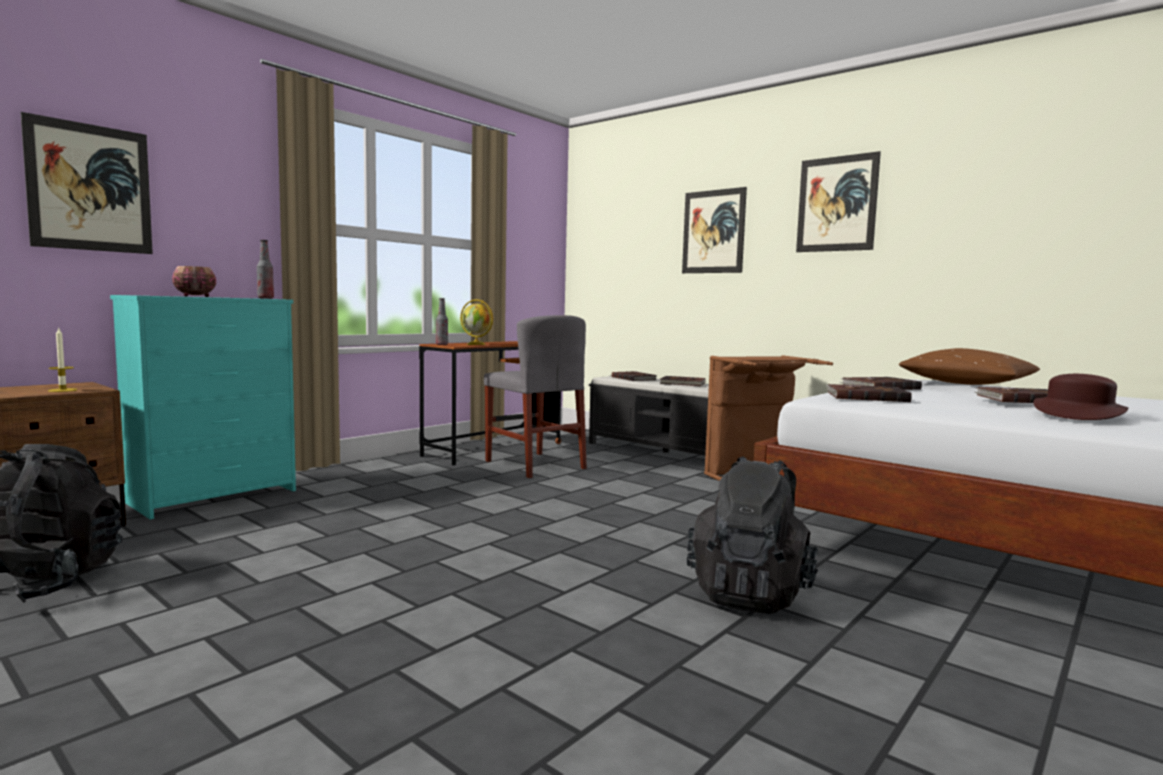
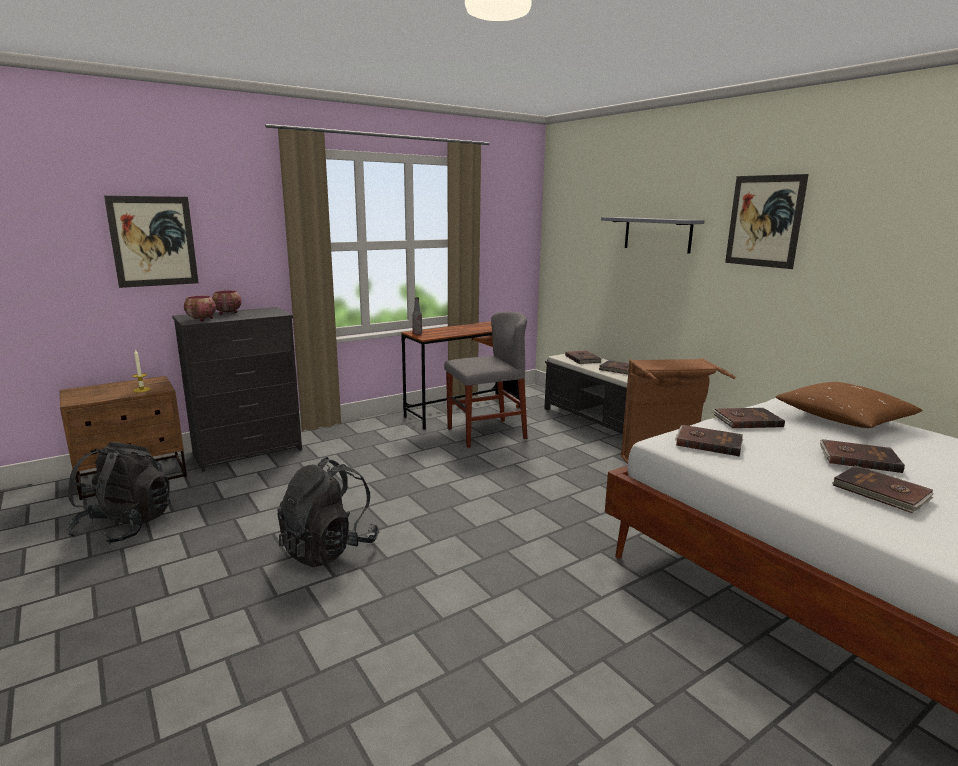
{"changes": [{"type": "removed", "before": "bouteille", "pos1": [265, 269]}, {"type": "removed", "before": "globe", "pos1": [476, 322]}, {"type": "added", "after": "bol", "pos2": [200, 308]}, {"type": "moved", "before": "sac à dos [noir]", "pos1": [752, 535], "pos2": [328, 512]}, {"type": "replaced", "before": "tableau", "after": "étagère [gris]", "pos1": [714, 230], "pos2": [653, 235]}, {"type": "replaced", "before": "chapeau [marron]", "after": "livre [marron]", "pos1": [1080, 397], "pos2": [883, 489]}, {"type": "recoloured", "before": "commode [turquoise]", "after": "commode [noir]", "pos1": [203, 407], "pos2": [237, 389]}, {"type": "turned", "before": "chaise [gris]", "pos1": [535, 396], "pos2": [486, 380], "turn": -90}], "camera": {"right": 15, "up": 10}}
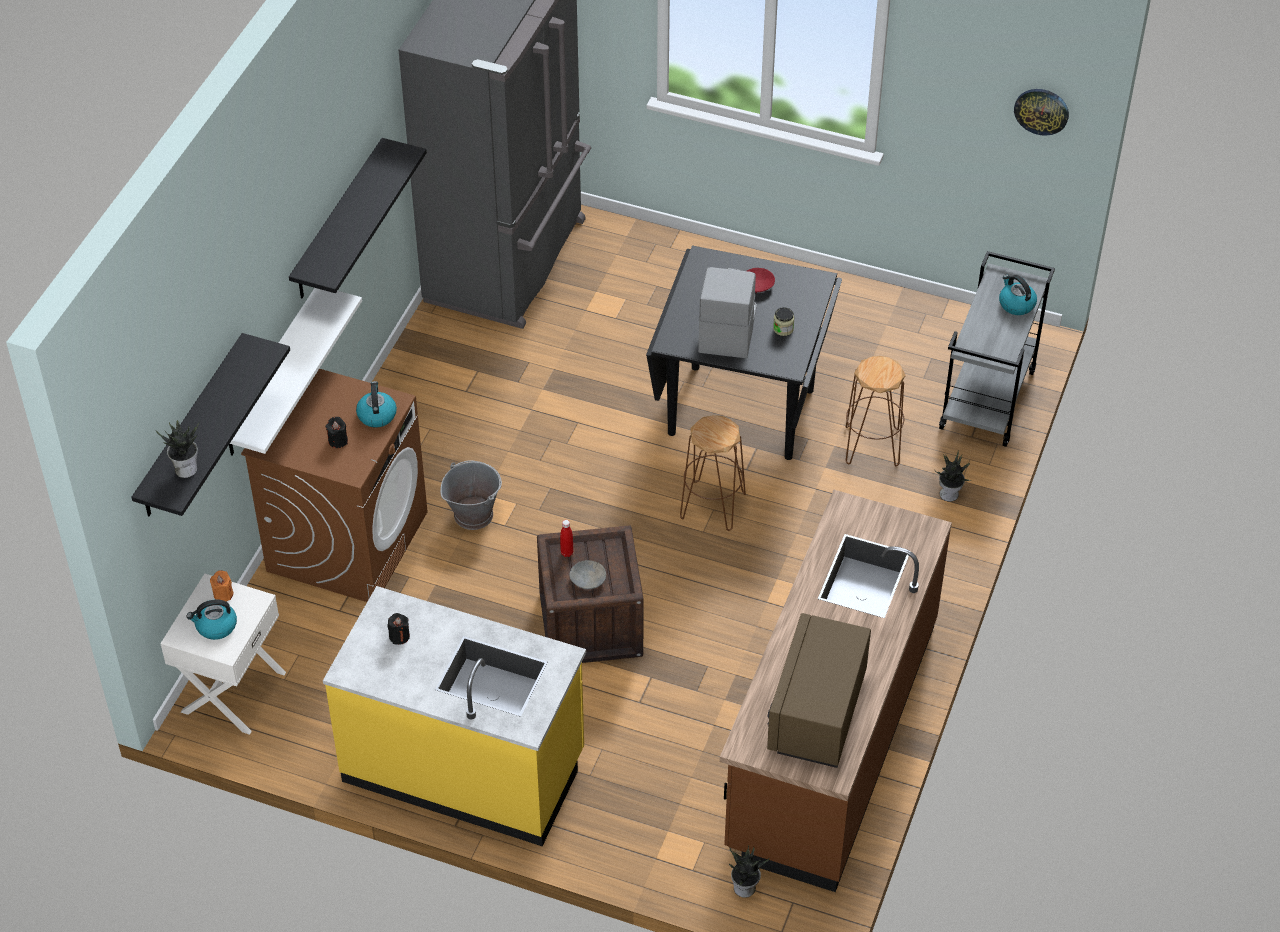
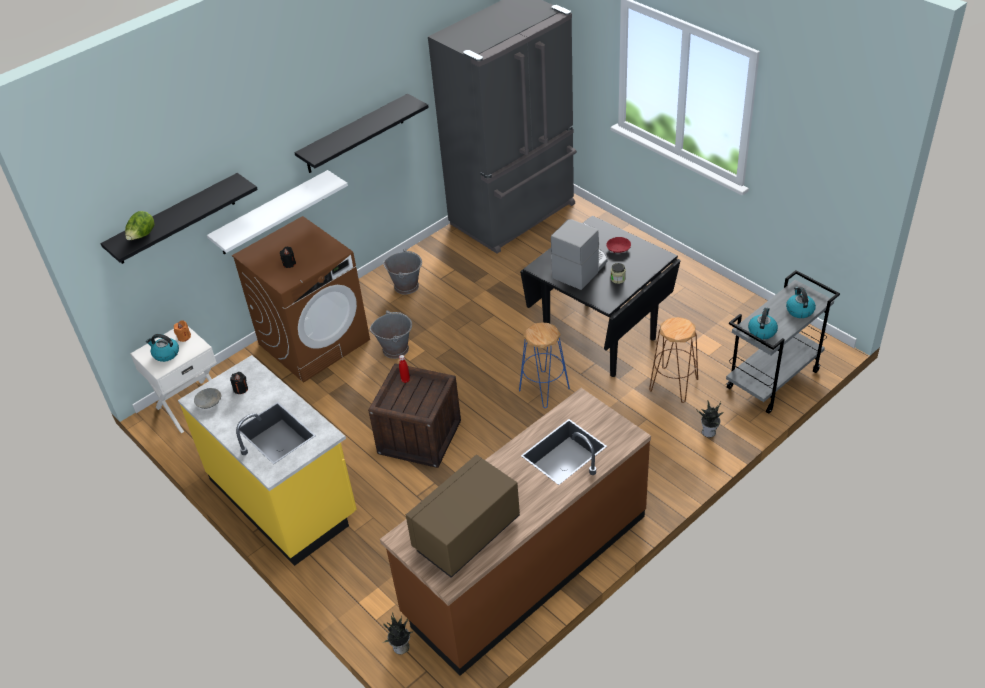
{"changes": [{"type": "removed", "before": "horloge murale", "pos1": [1041, 112]}, {"type": "added", "after": "seau [gris]", "pos2": [402, 272]}, {"type": "moved", "before": "bouilloire", "pos1": [376, 404], "pos2": [763, 323]}, {"type": "moved", "before": "bol [gris]", "pos1": [587, 574], "pos2": [207, 398]}, {"type": "replaced", "before": "plante en pot", "after": "laitue", "pos1": [177, 449], "pos2": [140, 225]}, {"type": "recoloured", "before": "tabouret [marron]", "after": "tabouret [bleu]", "pos1": [713, 473], "pos2": [544, 365]}], "camera": {"right": 30, "up": -5}}
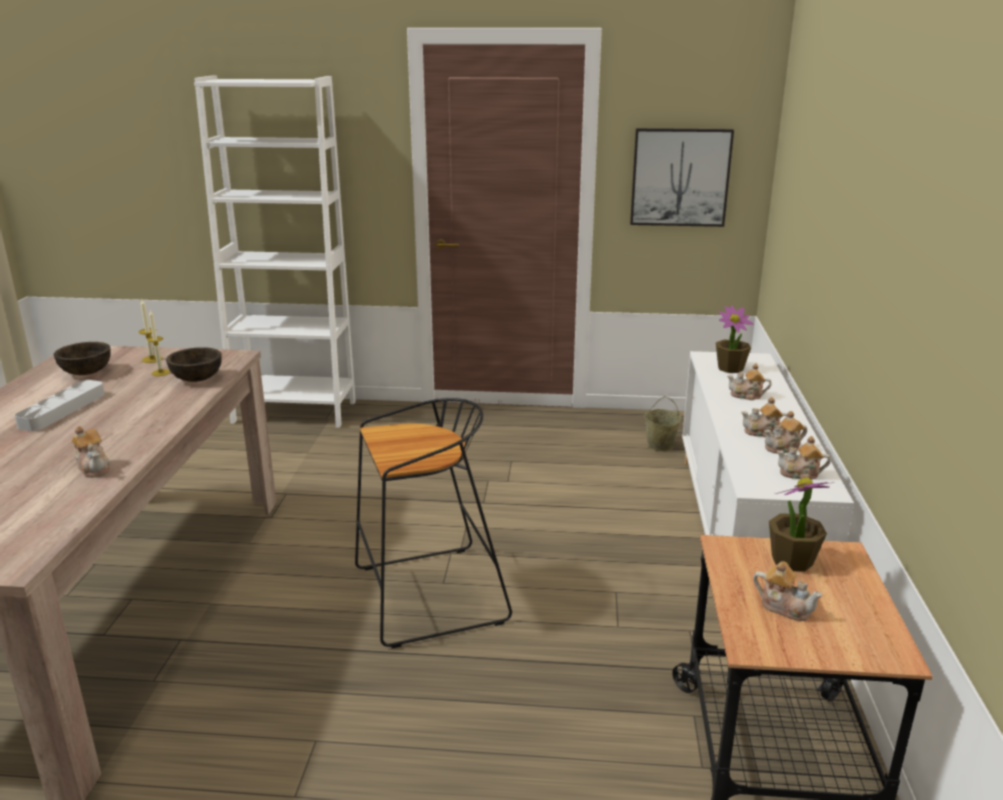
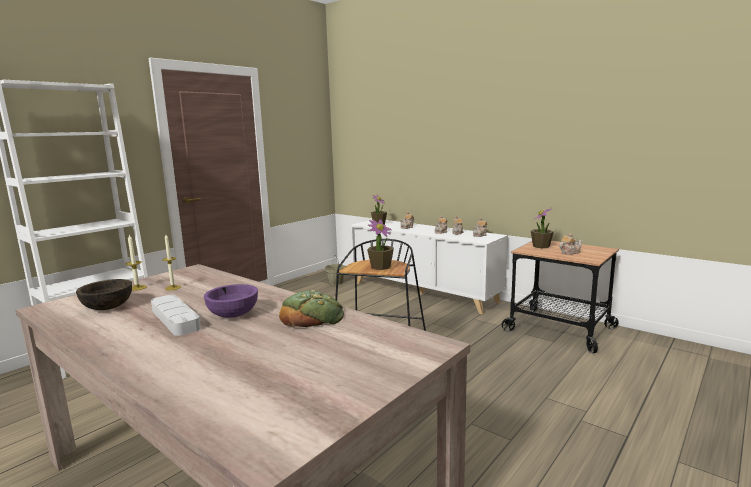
{"changes": [{"type": "removed", "before": "bol [marron]", "pos1": [194, 364]}, {"type": "removed", "before": "tableau", "pos1": [682, 177]}, {"type": "added", "after": "bol [violet]", "pos2": [231, 301]}, {"type": "added", "after": "plante en pot", "pos2": [380, 244]}, {"type": "replaced", "before": "théière", "after": "pain", "pos1": [91, 452], "pos2": [311, 308]}], "camera": {"right": -55, "up": -10}}
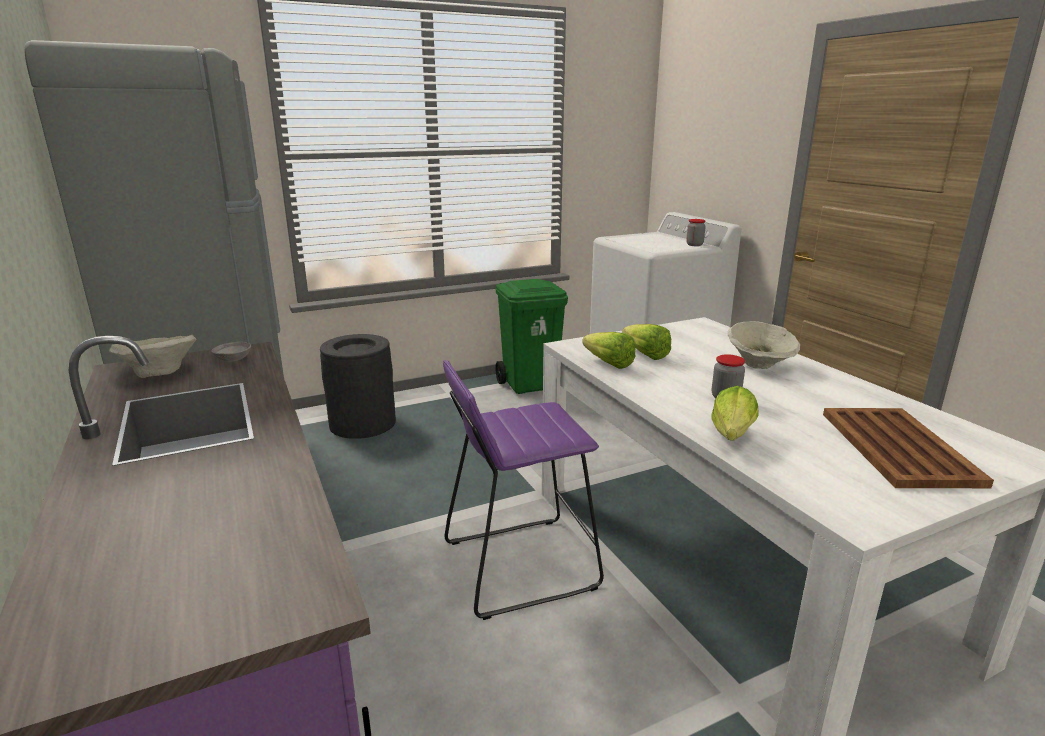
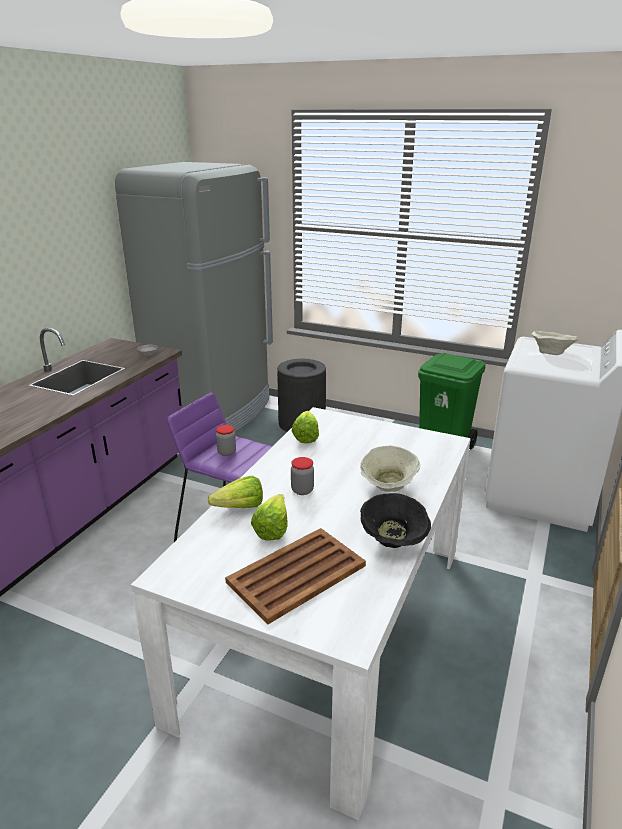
{"changes": [{"type": "added", "after": "bol [noir]", "pos2": [395, 520]}, {"type": "moved", "before": "bol [beige]", "pos1": [152, 356], "pos2": [554, 343]}, {"type": "moved", "before": "laitue", "pos1": [646, 342], "pos2": [269, 517]}, {"type": "moved", "before": "bocal", "pos1": [696, 232], "pos2": [226, 440]}], "camera": {"right": 50, "up": 5}}
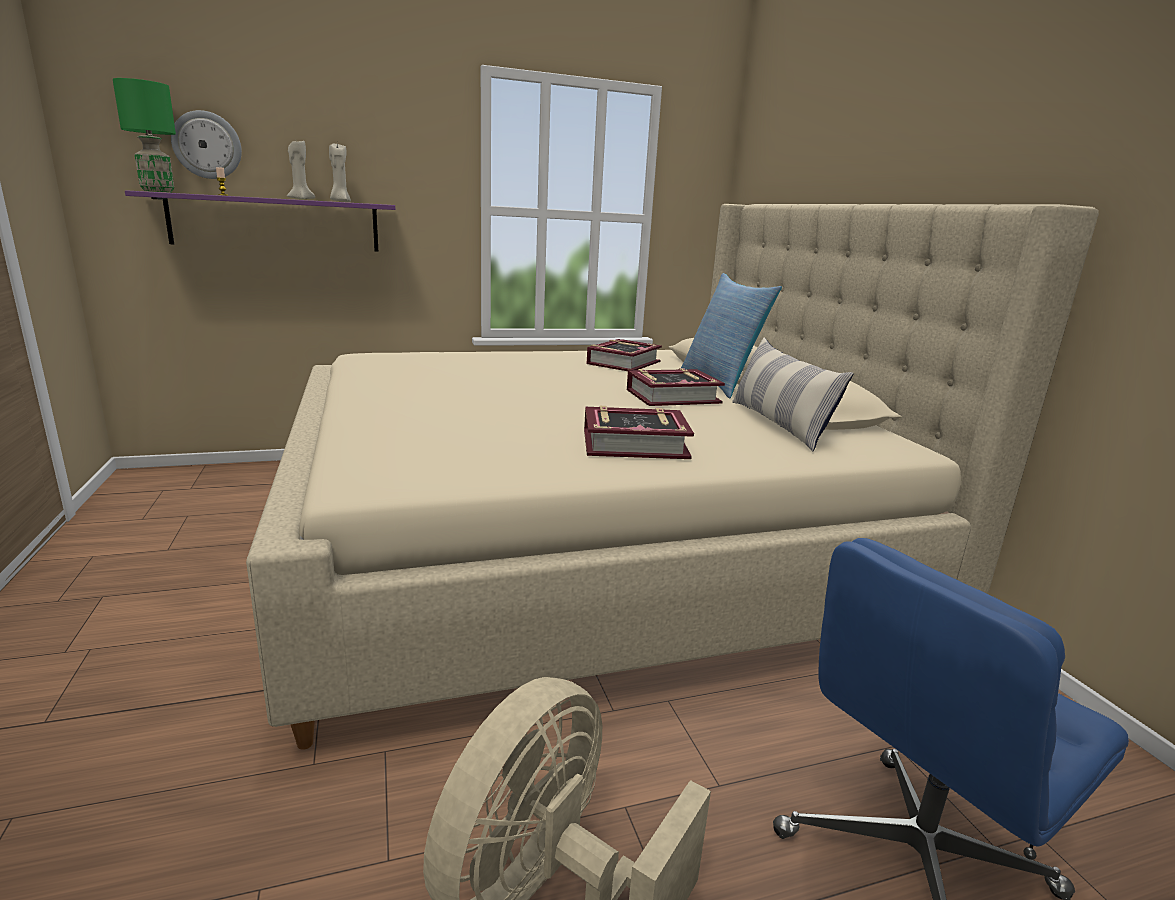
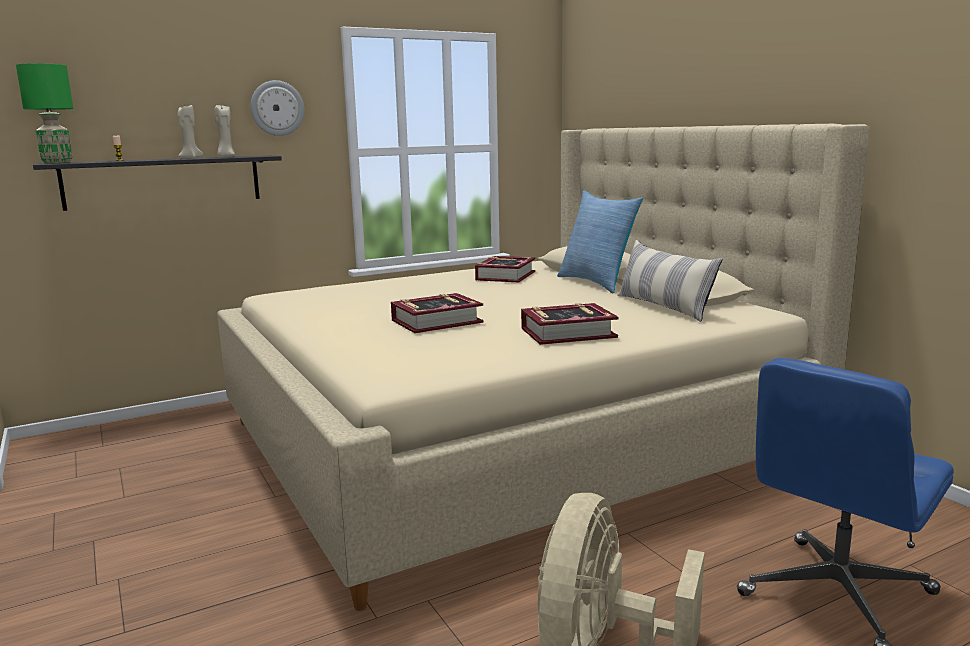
{"changes": [{"type": "moved", "before": "horloge murale", "pos1": [206, 144], "pos2": [277, 108]}, {"type": "moved", "before": "livre", "pos1": [676, 387], "pos2": [437, 313]}, {"type": "recoloured", "before": "étagère [violet]", "after": "étagère [noir]", "pos1": [260, 220], "pos2": [157, 183]}], "camera": {"right": -10, "up": -5}}
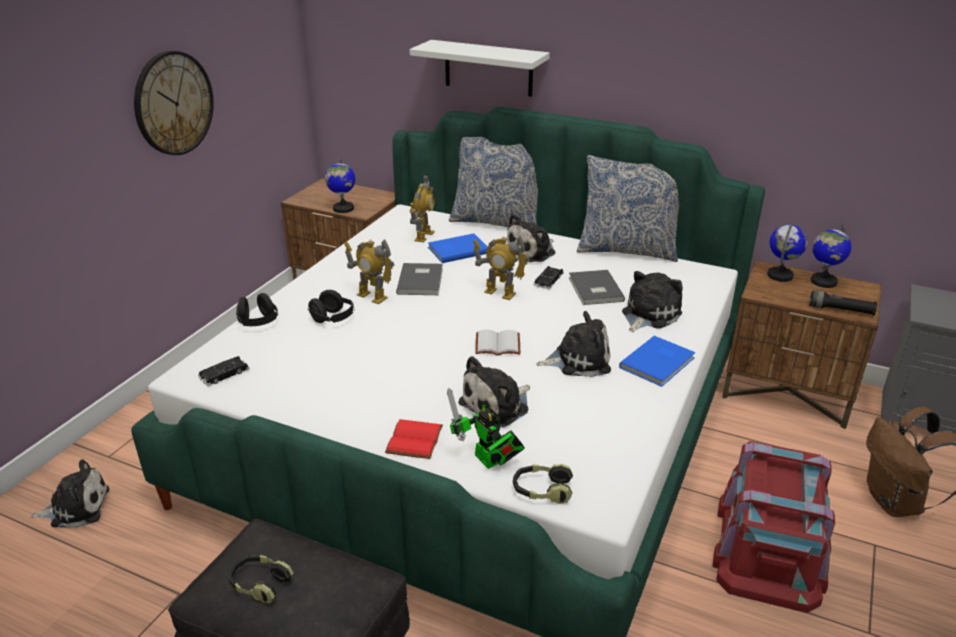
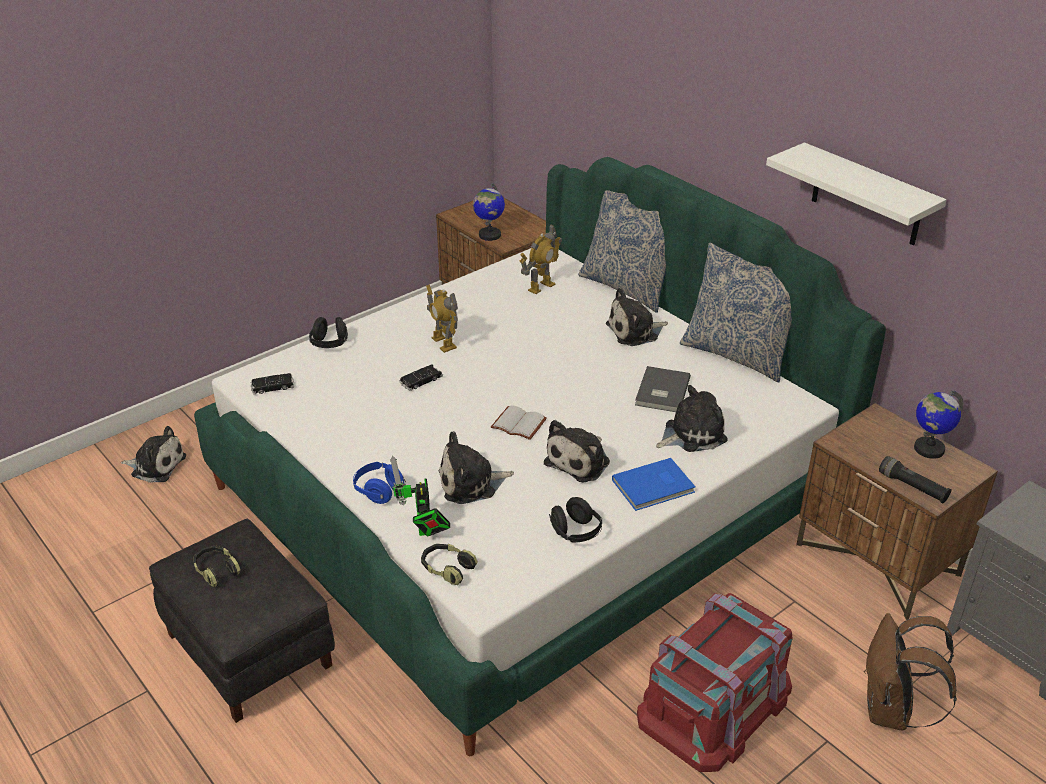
{"changes": [{"type": "removed", "before": "horloge murale", "pos1": [174, 103]}, {"type": "removed", "before": "livre [gris]", "pos1": [419, 279]}, {"type": "removed", "before": "livre [bleu]", "pos1": [458, 248]}, {"type": "removed", "before": "robot jouet", "pos1": [501, 268]}, {"type": "removed", "before": "globe", "pos1": [787, 253]}, {"type": "moved", "before": "casque audio [noir]", "pos1": [330, 306], "pos2": [575, 519]}, {"type": "moved", "before": "étagère [blanc]", "pos1": [480, 68], "pos2": [856, 194]}, {"type": "moved", "before": "petite voiture [noir]", "pos1": [548, 277], "pos2": [421, 377]}, {"type": "replaced", "before": "livre [rouge]", "after": "casque audio [bleu]", "pos1": [414, 439], "pos2": [379, 483]}, {"type": "turned", "before": "peluche", "pos1": [573, 344], "pos2": [577, 451], "turn": 105}], "camera": {"right": 25, "up": 5}}
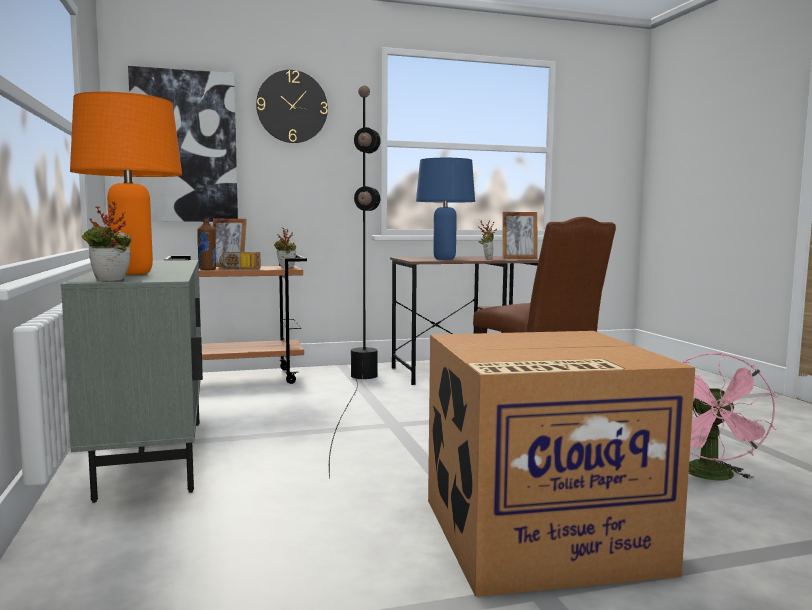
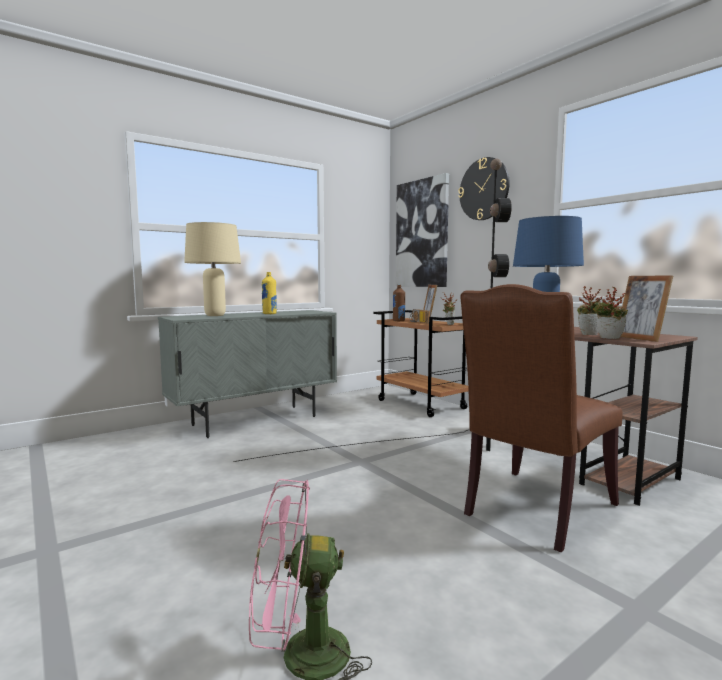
{"changes": [{"type": "removed", "before": "carton", "pos1": [561, 464]}, {"type": "added", "after": "bouteille [jaune]", "pos2": [269, 293]}, {"type": "moved", "before": "plante en pot", "pos1": [106, 241], "pos2": [610, 313]}, {"type": "recoloured", "before": "lampe de table [orange]", "after": "lampe de table [beige]", "pos1": [126, 183], "pos2": [212, 269]}], "camera": {"right": 70, "up": 0}}
